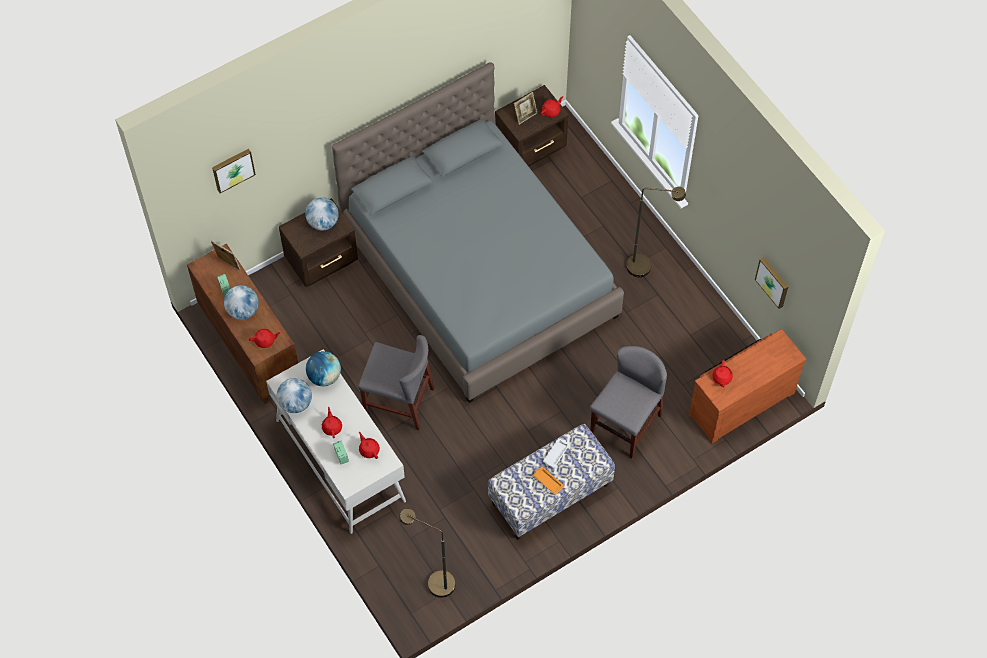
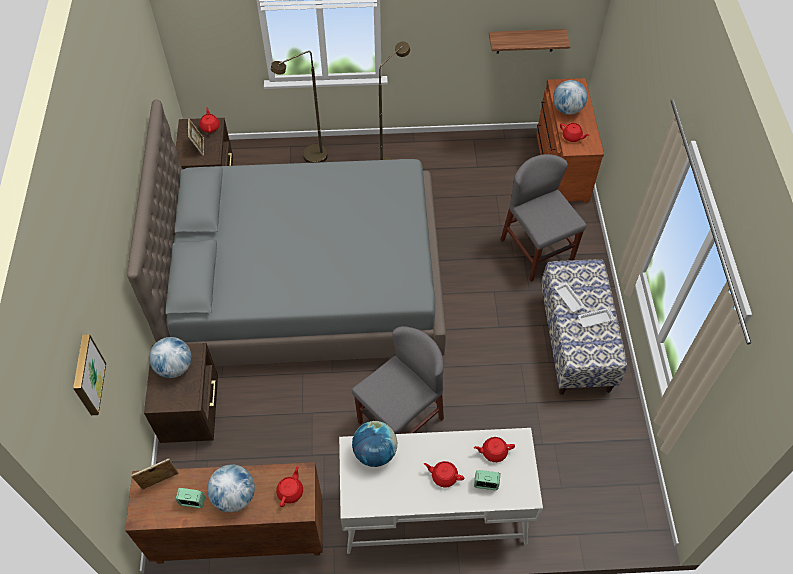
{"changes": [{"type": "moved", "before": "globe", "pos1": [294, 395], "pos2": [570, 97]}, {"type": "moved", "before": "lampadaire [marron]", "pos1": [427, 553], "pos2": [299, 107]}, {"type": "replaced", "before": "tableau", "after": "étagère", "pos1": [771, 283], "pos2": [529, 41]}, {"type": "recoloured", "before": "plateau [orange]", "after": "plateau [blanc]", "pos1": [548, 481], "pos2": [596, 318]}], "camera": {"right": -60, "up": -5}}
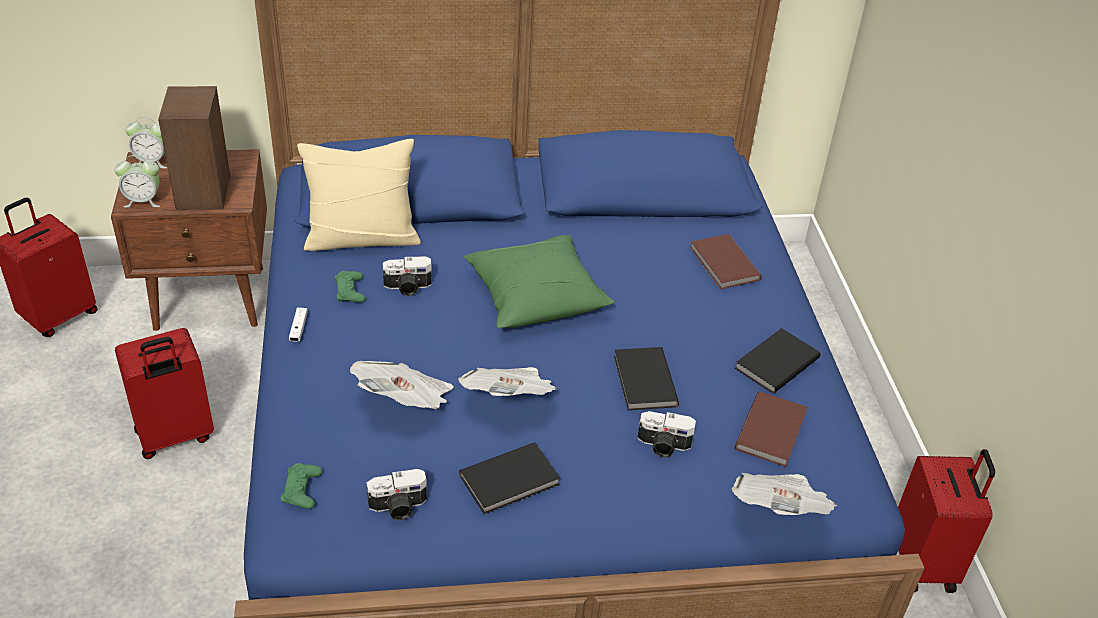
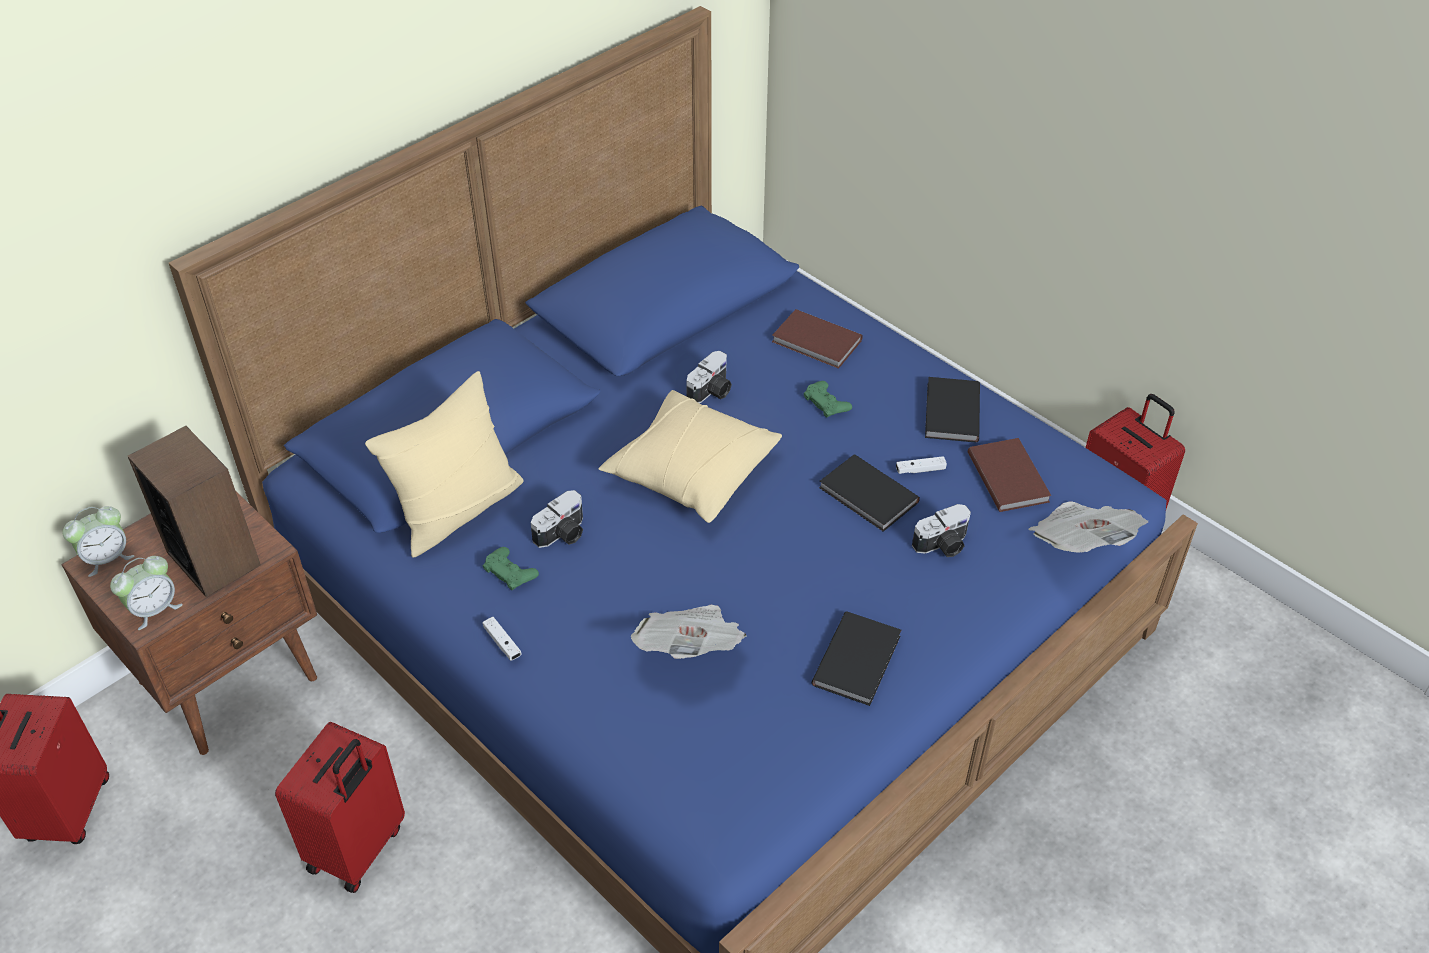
{"changes": [{"type": "removed", "before": "journal", "pos1": [507, 381]}, {"type": "added", "after": "manette [blanc]", "pos2": [921, 465]}, {"type": "moved", "before": "manette [vert]", "pos1": [302, 486], "pos2": [827, 399]}, {"type": "moved", "before": "appareil photo", "pos1": [397, 494], "pos2": [709, 377]}, {"type": "recoloured", "before": "coussin [vert]", "after": "coussin [beige]", "pos1": [539, 281], "pos2": [690, 456]}], "camera": {"right": -35, "up": 5}}
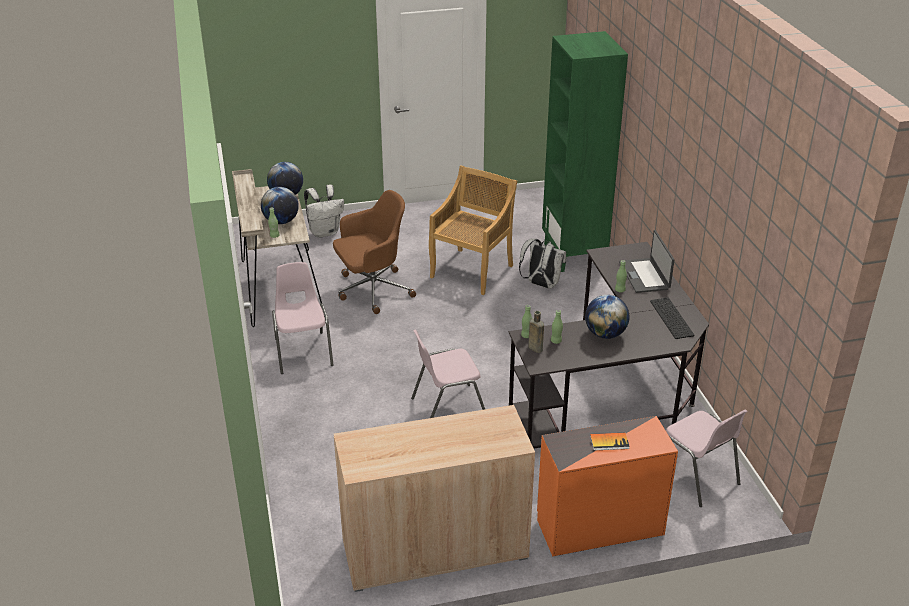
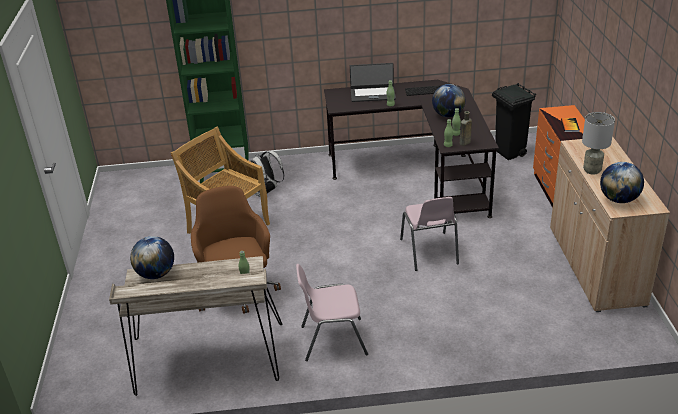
{"changes": [{"type": "removed", "before": "sac à dos [blanc]", "pos1": [324, 211]}, {"type": "added", "after": "lampe de table [gris]", "pos2": [598, 143]}, {"type": "moved", "before": "globe", "pos1": [280, 205], "pos2": [622, 182]}, {"type": "replaced", "before": "chaise [rose]", "after": "poubelle [noir]", "pos1": [707, 458], "pos2": [514, 121]}], "camera": {"right": -80, "up": 0}}
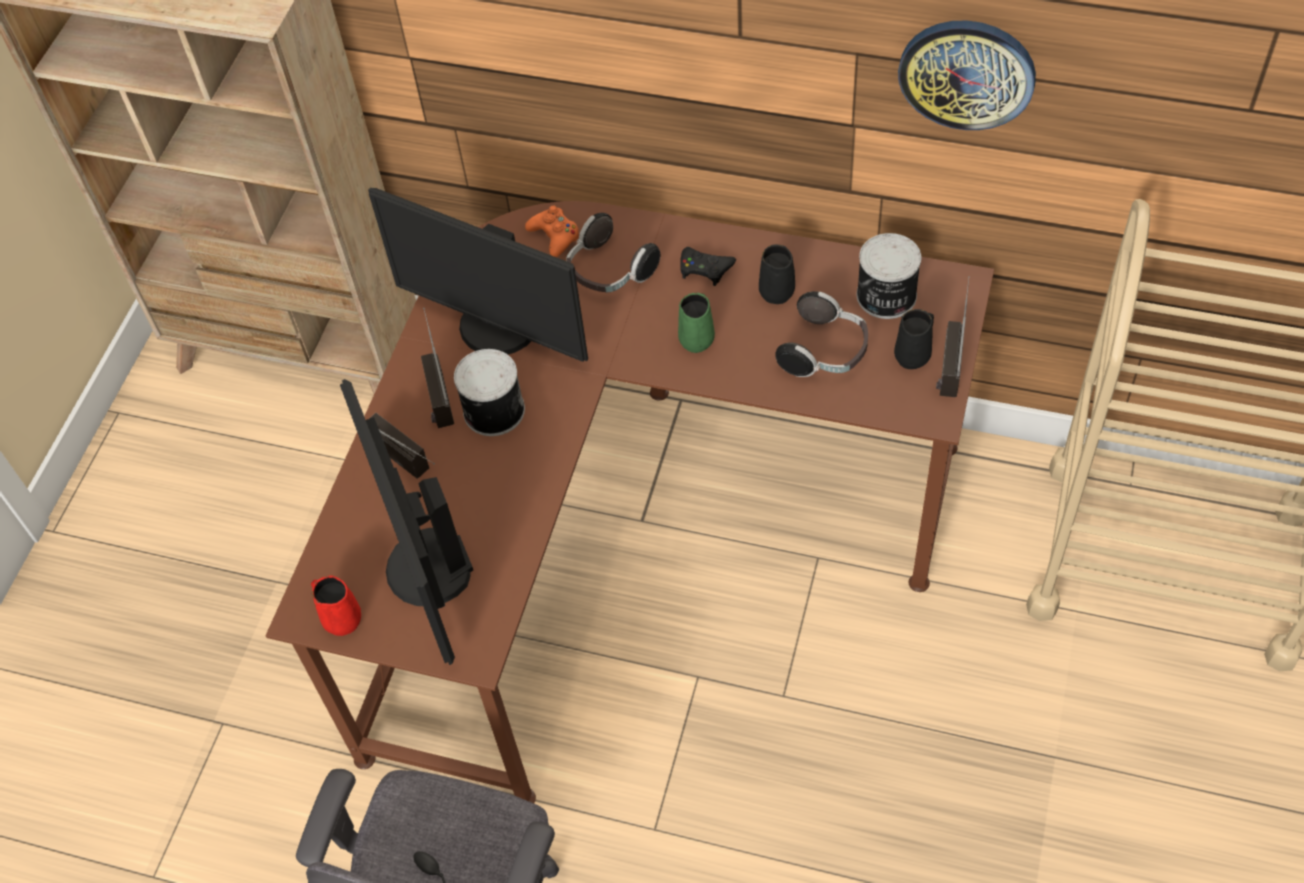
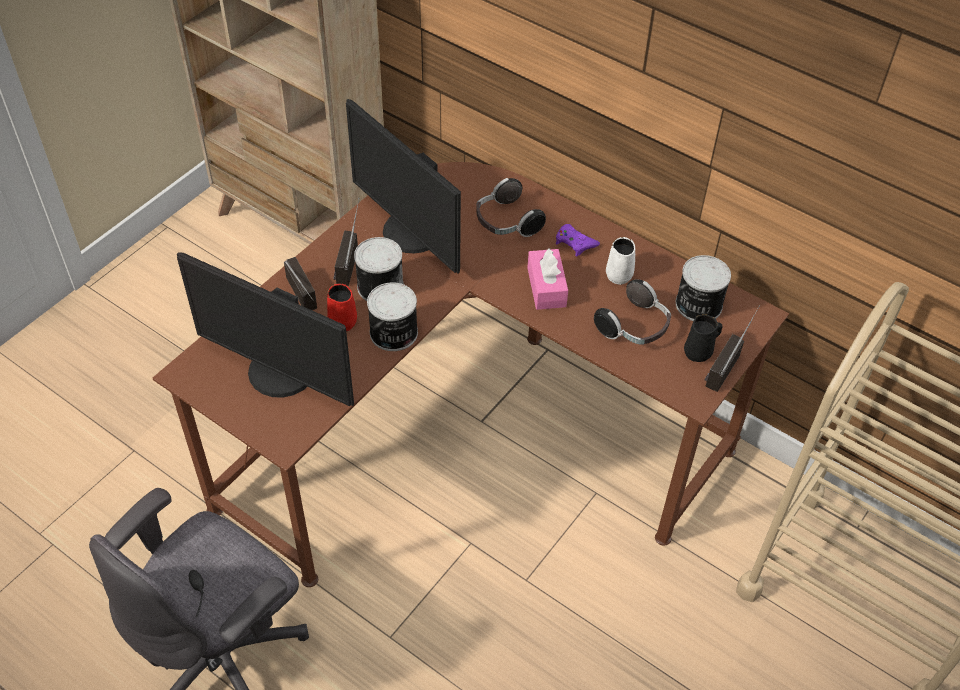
{"changes": [{"type": "removed", "before": "manette [orange]", "pos1": [552, 231]}, {"type": "removed", "before": "horloge murale", "pos1": [967, 75]}, {"type": "added", "after": "boîte métallique", "pos2": [392, 316]}, {"type": "moved", "before": "mug [rouge]", "pos1": [336, 605], "pos2": [342, 307]}, {"type": "replaced", "before": "mug [vert]", "after": "boîte à mouchoirs [rose]", "pos1": [696, 323], "pos2": [547, 279]}, {"type": "recoloured", "before": "manette [noir]", "after": "manette [violet]", "pos1": [708, 266], "pos2": [578, 240]}, {"type": "recoloured", "before": "mug [noir]", "after": "mug [blanc]", "pos1": [777, 274], "pos2": [620, 261]}, {"type": "turned", "before": "écran d'ordinateur", "pos1": [406, 522], "pos2": [265, 329], "turn": -60}], "camera": {"right": 15, "up": -5}}
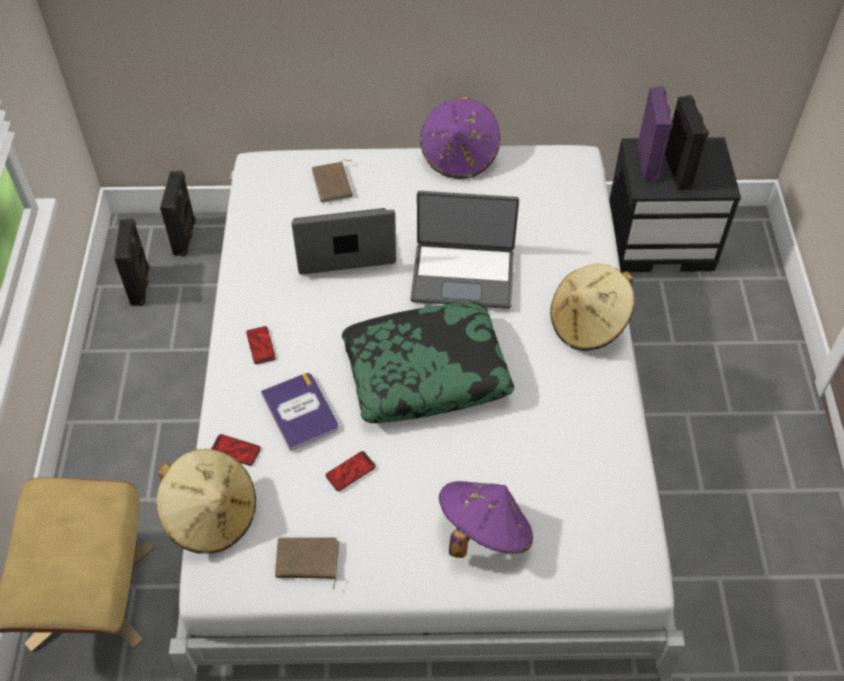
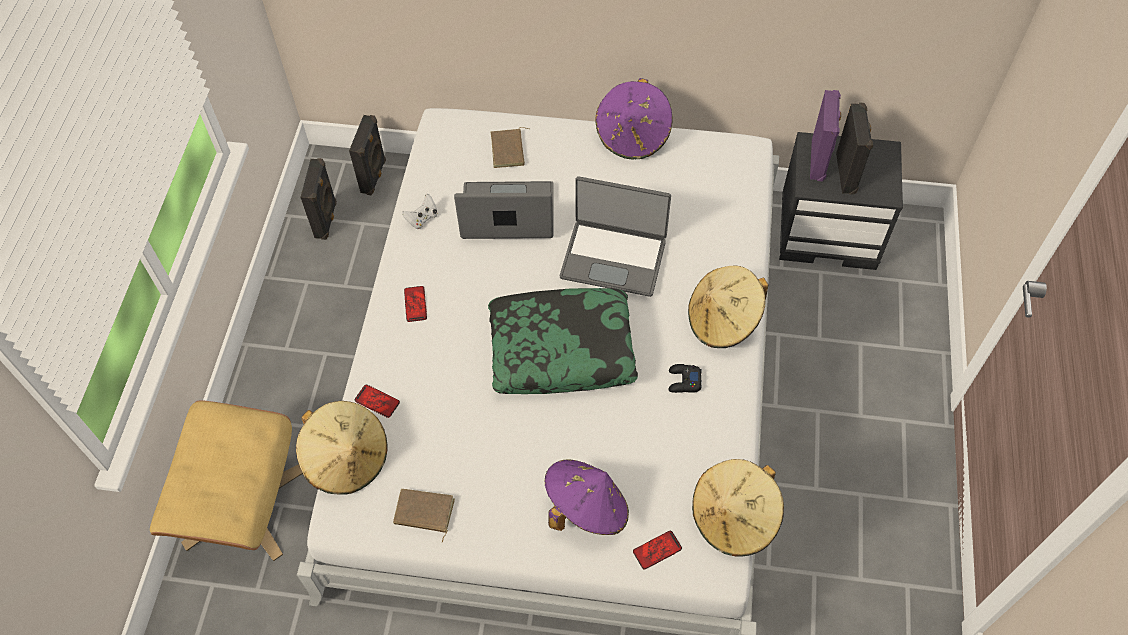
{"changes": [{"type": "removed", "before": "livre", "pos1": [299, 412]}, {"type": "added", "after": "manette [blanc]", "pos2": [420, 211]}, {"type": "added", "after": "manette [noir]", "pos2": [685, 378]}, {"type": "added", "after": "chapeau [beige]", "pos2": [738, 508]}, {"type": "moved", "before": "téléphone", "pos1": [350, 471], "pos2": [657, 550]}], "camera": {"right": 10, "up": 5}}
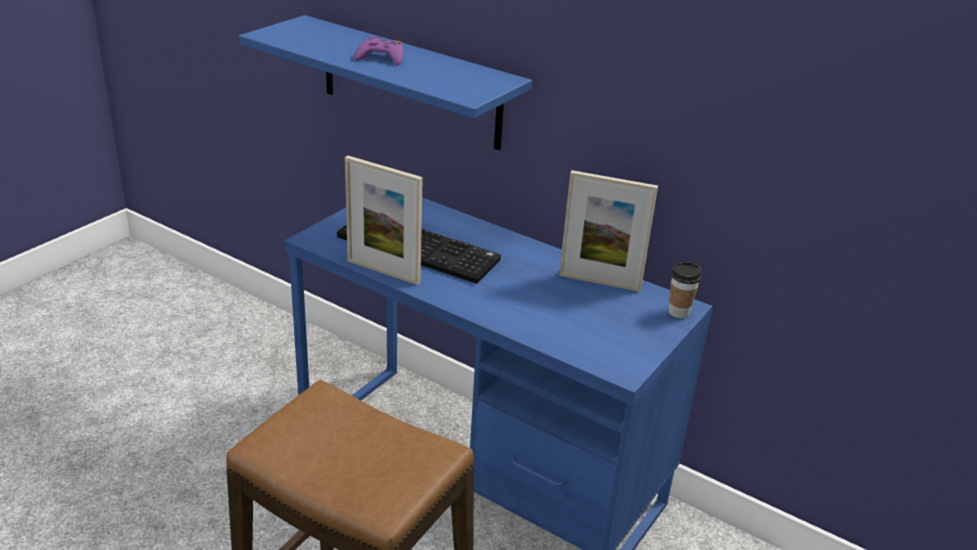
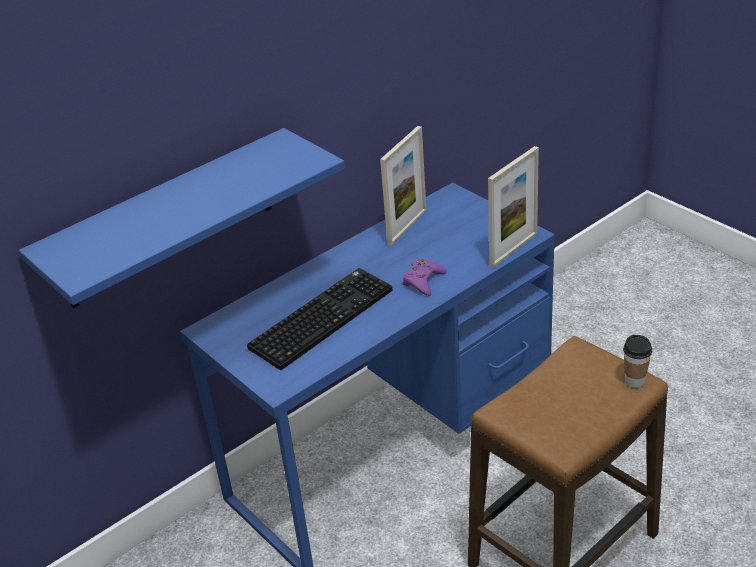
{"changes": [{"type": "moved", "before": "cadre photo", "pos1": [384, 220], "pos2": [513, 206]}, {"type": "moved", "before": "manette [violet]", "pos1": [378, 50], "pos2": [425, 277]}, {"type": "moved", "before": "tasse", "pos1": [685, 290], "pos2": [637, 361]}], "camera": {"right": -70, "up": 5}}
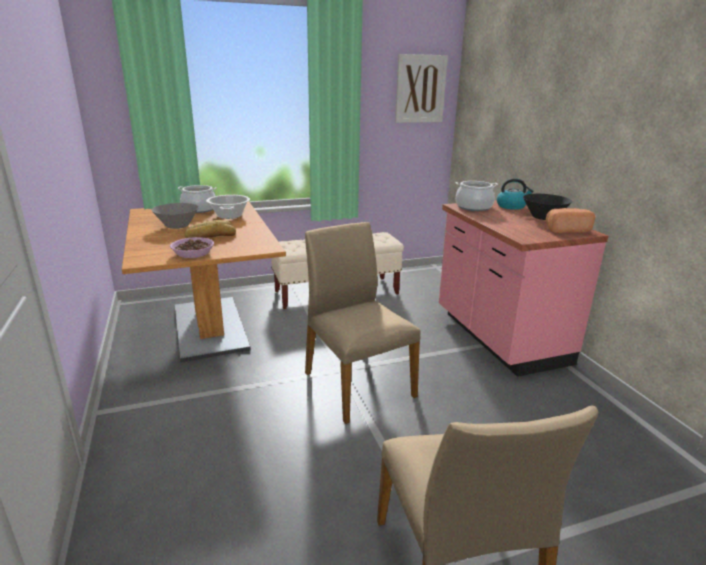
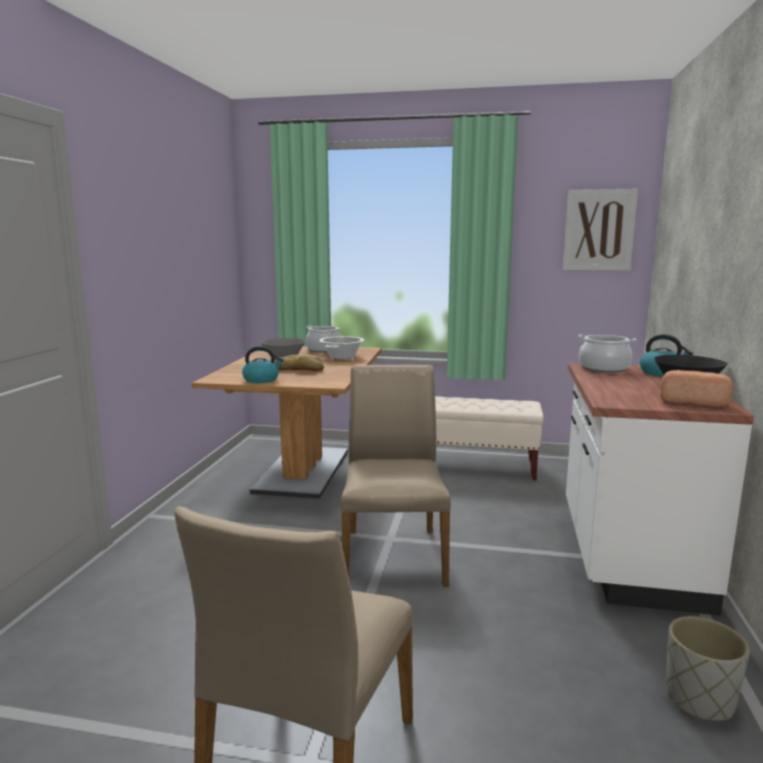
{"changes": [{"type": "added", "after": "cache-pot [gris]", "pos2": [708, 668]}, {"type": "replaced", "before": "bol", "after": "bouilloire", "pos1": [192, 247], "pos2": [263, 364]}, {"type": "recoloured", "before": "comptoir de cuisine [rose]", "after": "comptoir de cuisine [blanc]", "pos1": [524, 288], "pos2": [660, 489]}], "camera": {"right": 30, "up": -10}}
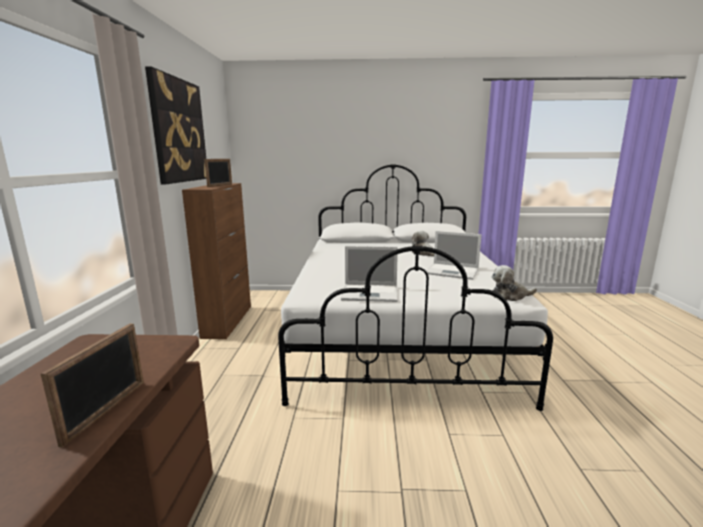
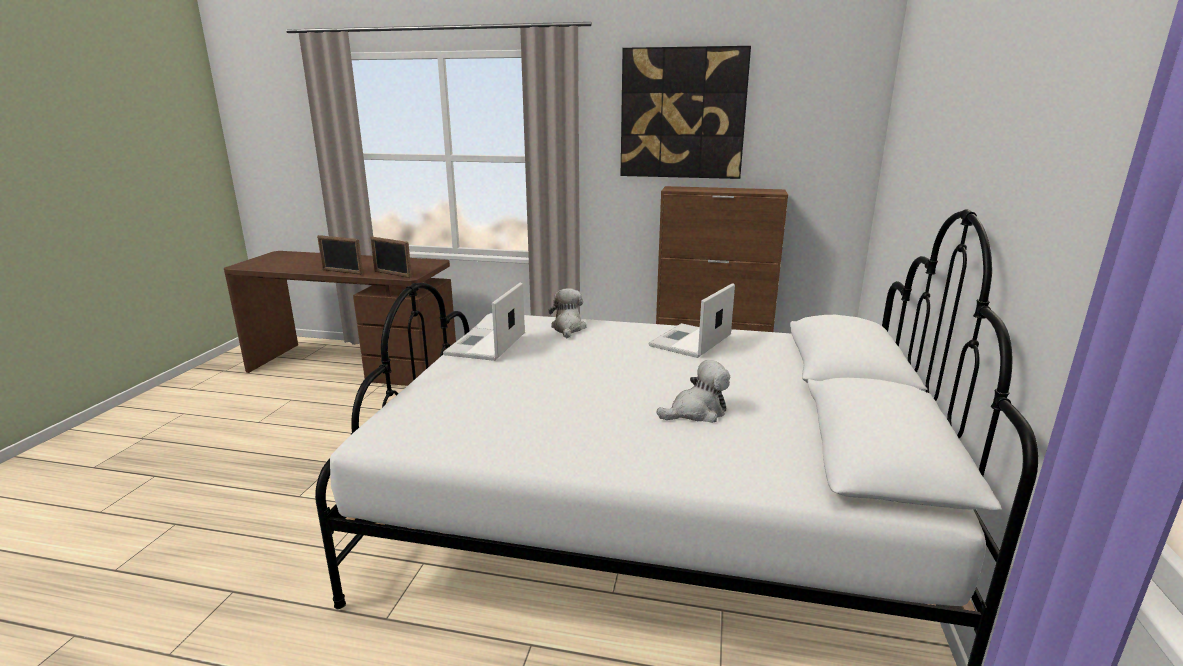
{"changes": [{"type": "moved", "before": "cadre photo", "pos1": [218, 173], "pos2": [391, 257]}, {"type": "moved", "before": "ordinateur portable", "pos1": [453, 255], "pos2": [692, 320]}, {"type": "moved", "before": "peluche", "pos1": [514, 283], "pos2": [567, 313]}], "camera": {"right": 100, "up": 5}}
